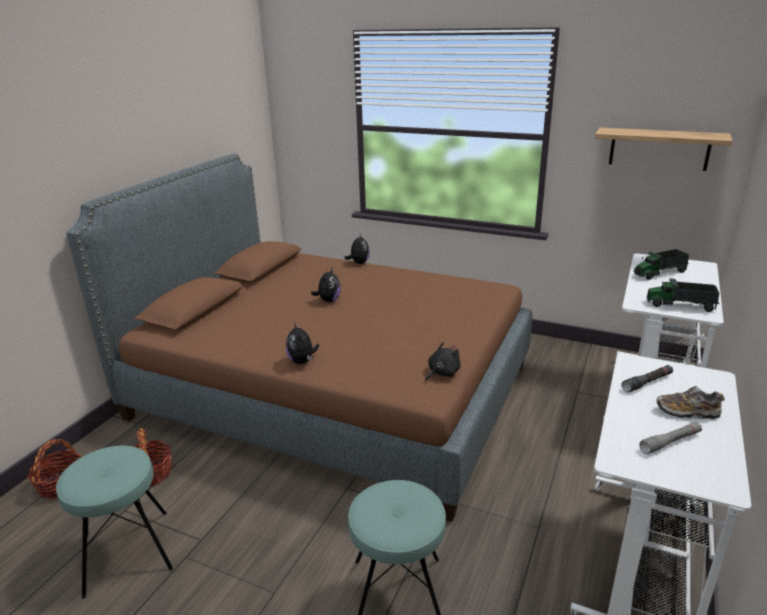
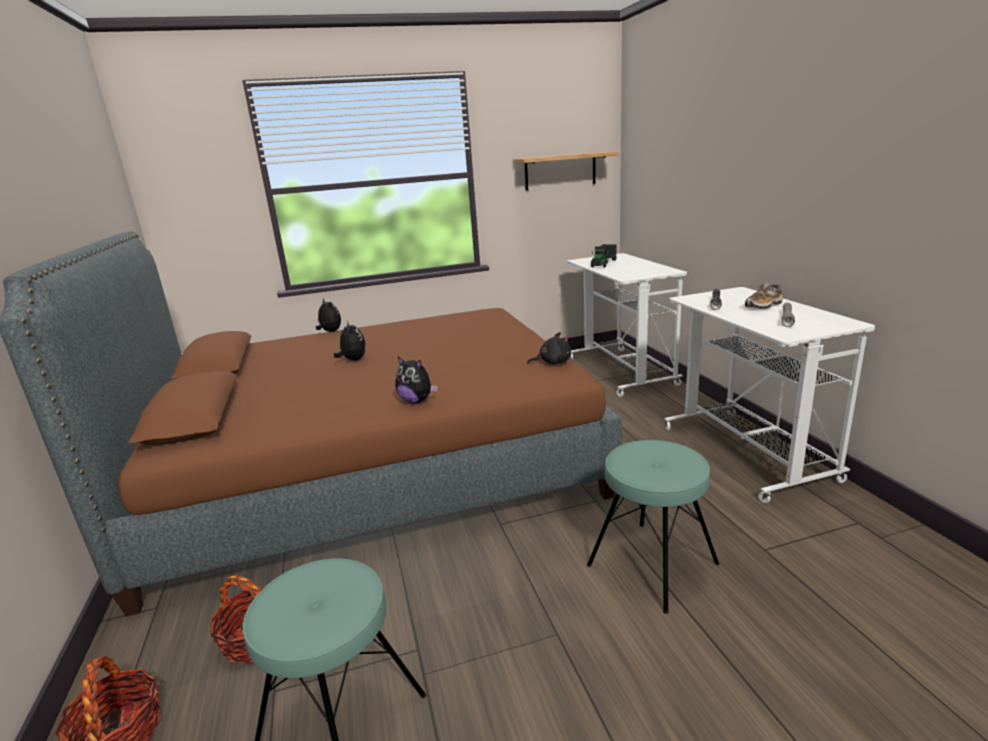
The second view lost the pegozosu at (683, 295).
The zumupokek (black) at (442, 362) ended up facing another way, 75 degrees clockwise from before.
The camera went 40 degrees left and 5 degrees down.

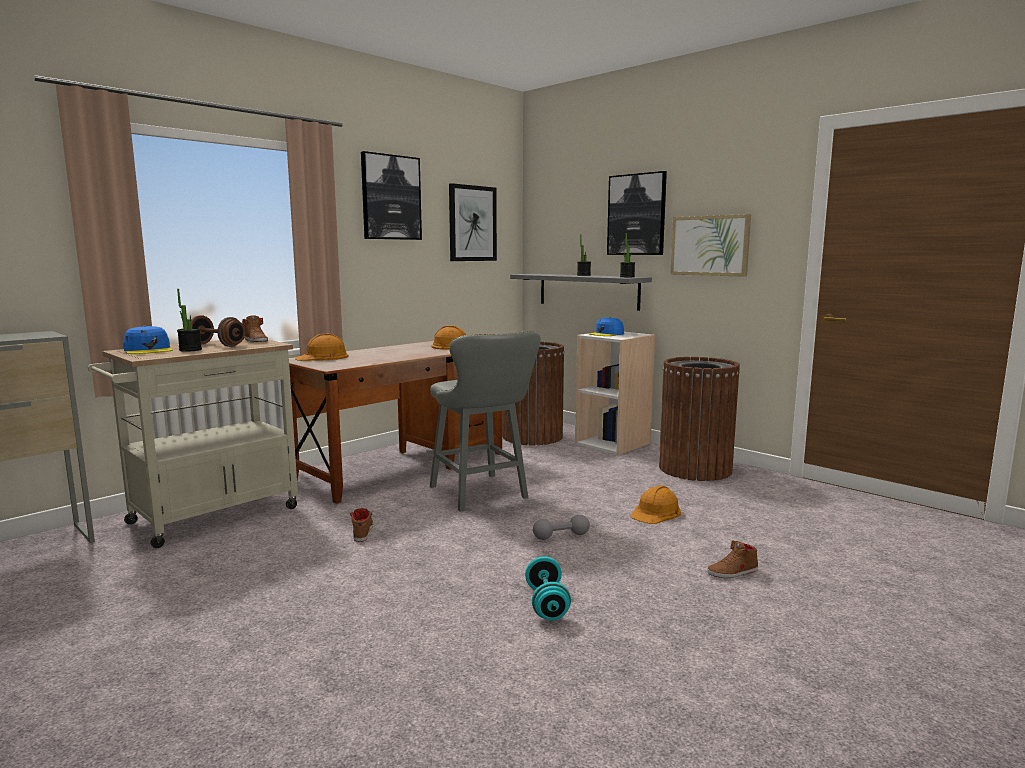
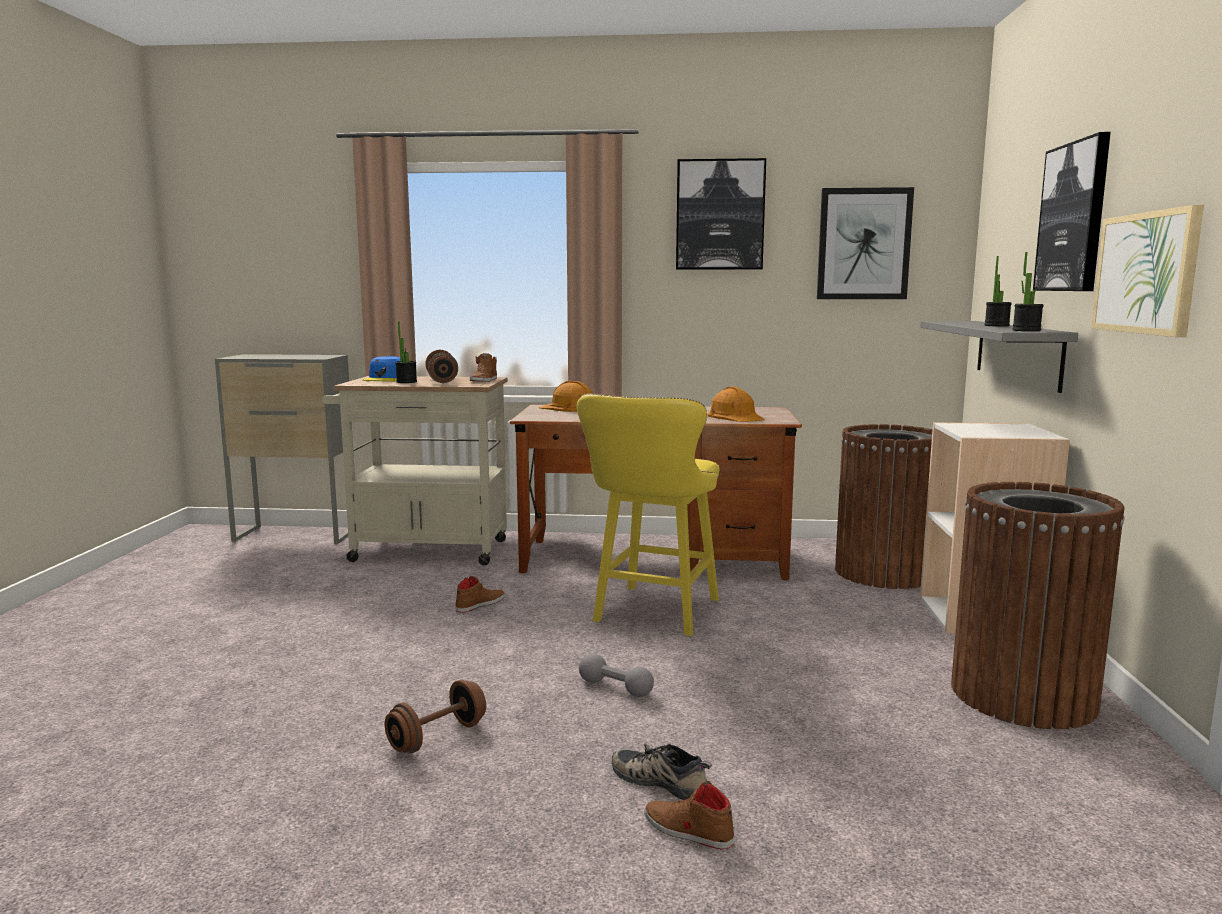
The second view lost the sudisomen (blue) at (606, 326).
The second view lost the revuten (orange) at (656, 504).
The second view gained the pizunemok at (662, 772).
What was the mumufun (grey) at (485, 421) turned into the mumufun (yellow) at (648, 515).
What was the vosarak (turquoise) at (548, 588) turned into the vosarak (brown) at (435, 716).
The camera went 50 degrees right and 0 degrees up.

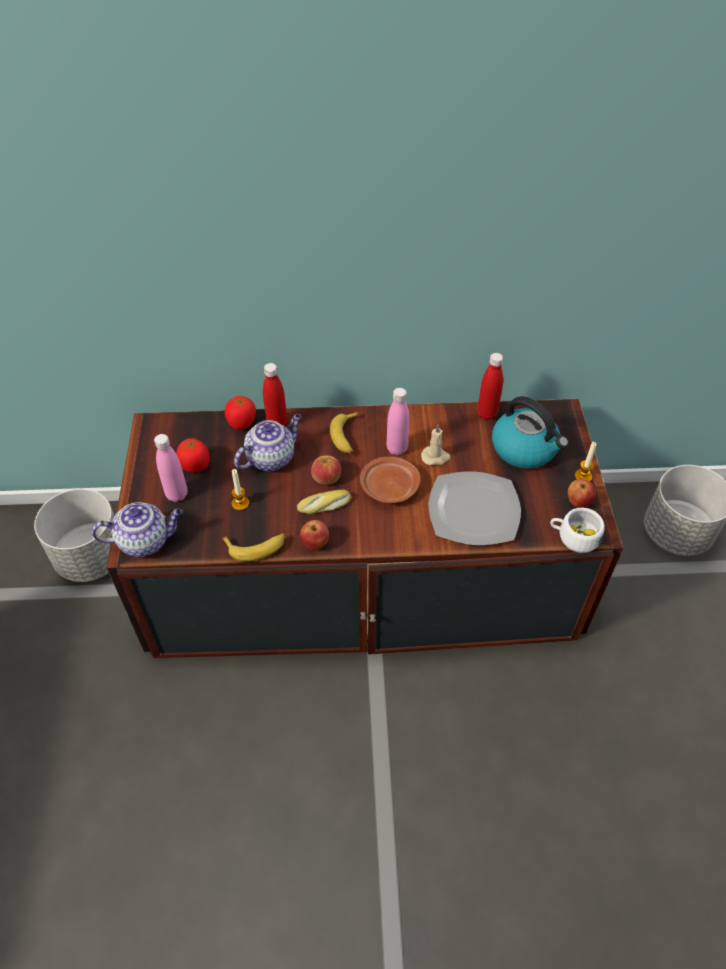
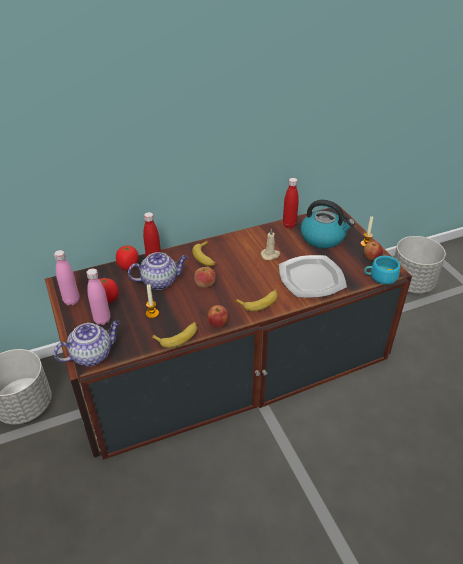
The second view lost the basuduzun at (324, 501).
The second view lost the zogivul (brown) at (390, 479).
The second view gained the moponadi at (256, 301).
The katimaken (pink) ended up elsewhere, having gone from (398, 421) to (67, 278).
What was the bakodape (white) at (577, 530) turned into the bakodape (turquoise) at (382, 270).
The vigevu at (268, 442) ended up facing another way, 45 degrees clockwise from before.
The camera went 20 degrees left and 10 degrees down.

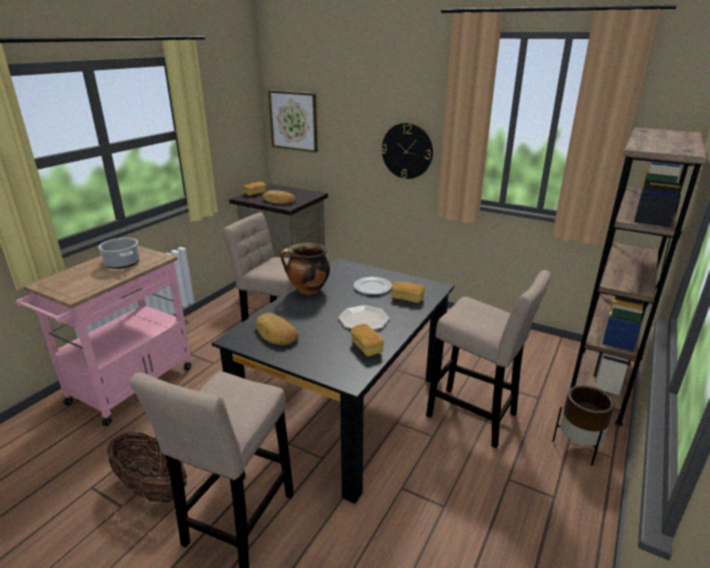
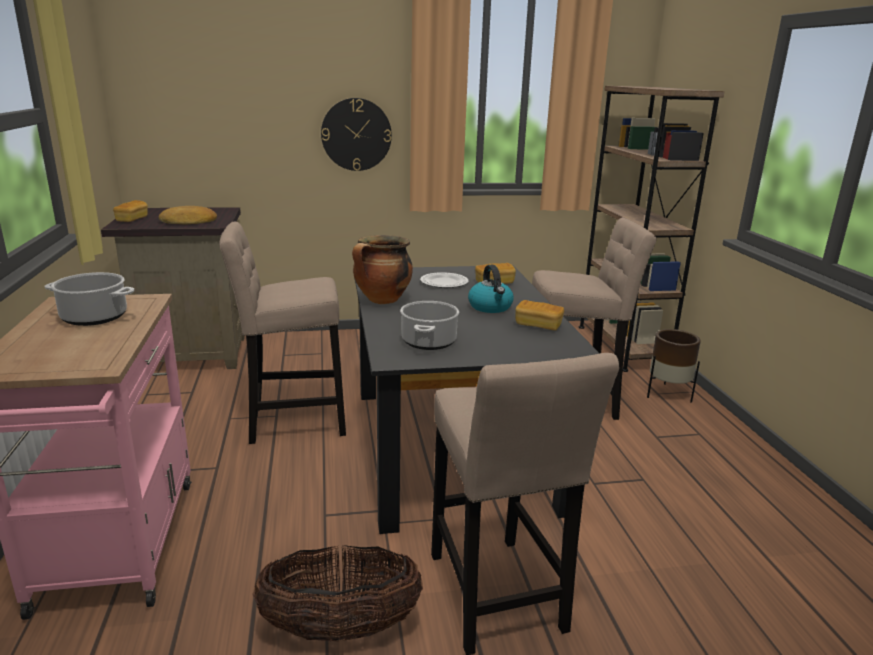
The second view lost the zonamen at (293, 121).
Where the basuduzun stood at (277, 329), the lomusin came to stand at (429, 325).
Where the zogivul stood at (364, 317), the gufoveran came to stand at (491, 289).
The camera went 40 degrees left and 5 degrees down.

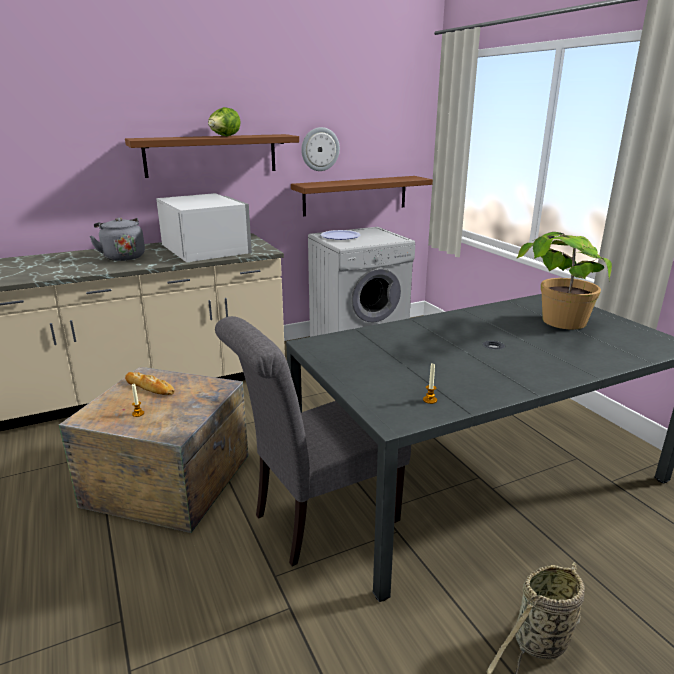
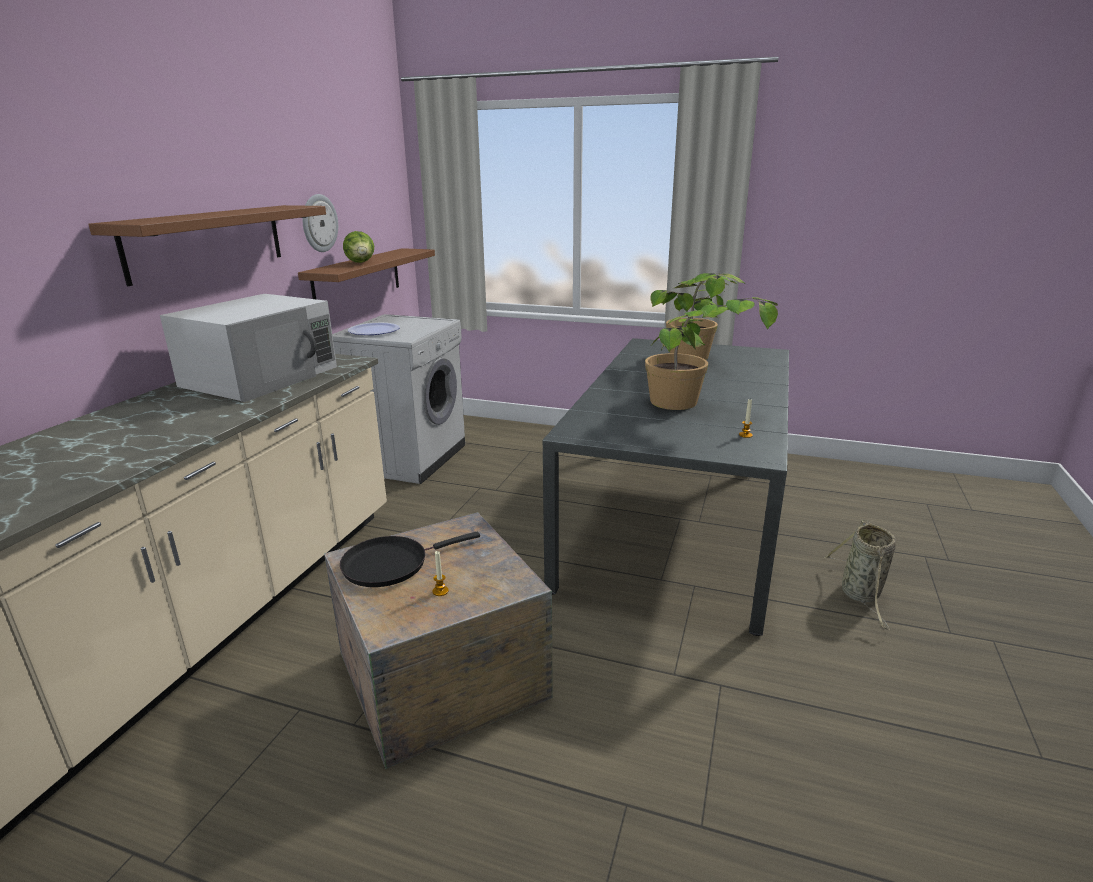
The second view lost the gufoveran (grey) at (117, 239).
The second view lost the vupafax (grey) at (313, 441).
The second view gained the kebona at (711, 353).
The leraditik ended up elsewhere, having gone from (224, 121) to (358, 247).
Where the basuduzun stood at (150, 383), the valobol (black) came to stand at (410, 559).
The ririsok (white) at (204, 227) ended up facing another way, 105 degrees clockwise from before.
The camera went 45 degrees left and 0 degrees up.

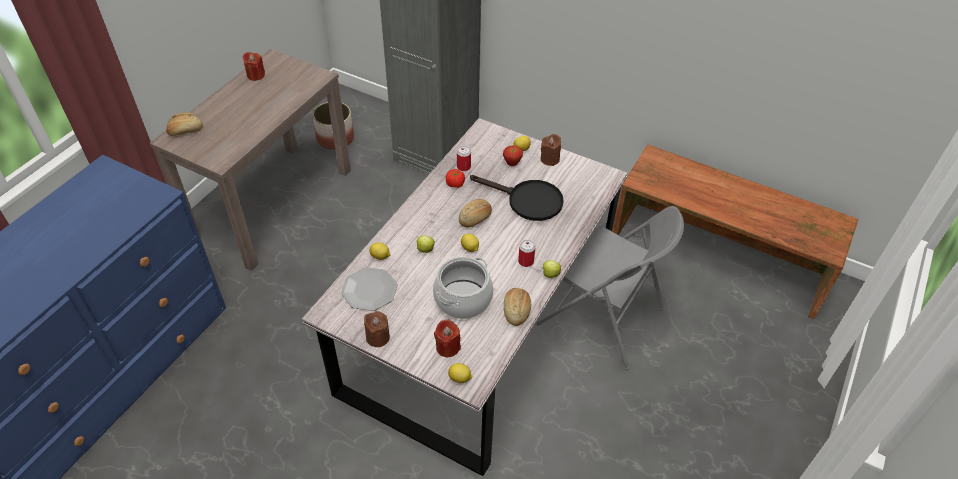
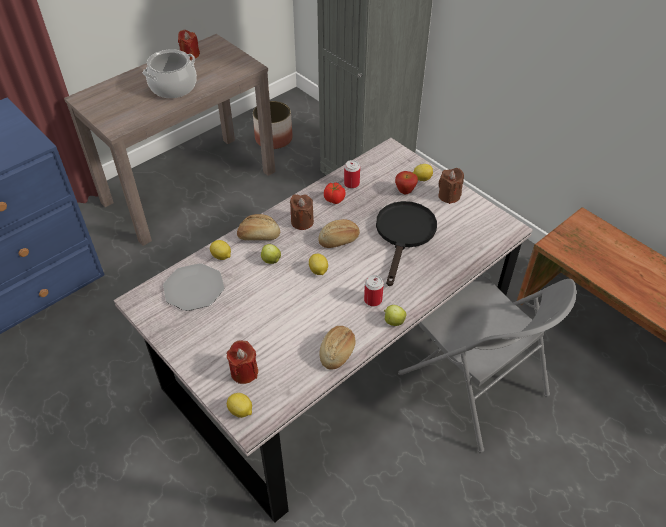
The basuduzun ended up elsewhere, having gone from (184, 124) to (258, 227).
The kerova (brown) ended up elsewhere, having gone from (377, 329) to (302, 212).
The lomusin ended up elsewhere, having gone from (463, 288) to (170, 73).
The valobol (black) at (517, 198) ended up facing another way, 120 degrees counterclockwise from before.
The camera went 20 degrees right and 0 degrees up.

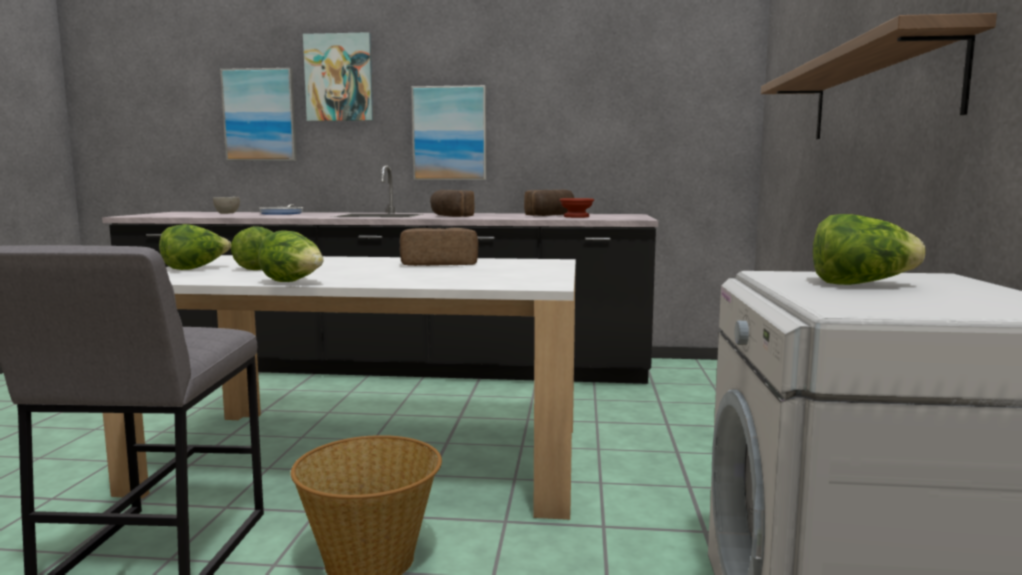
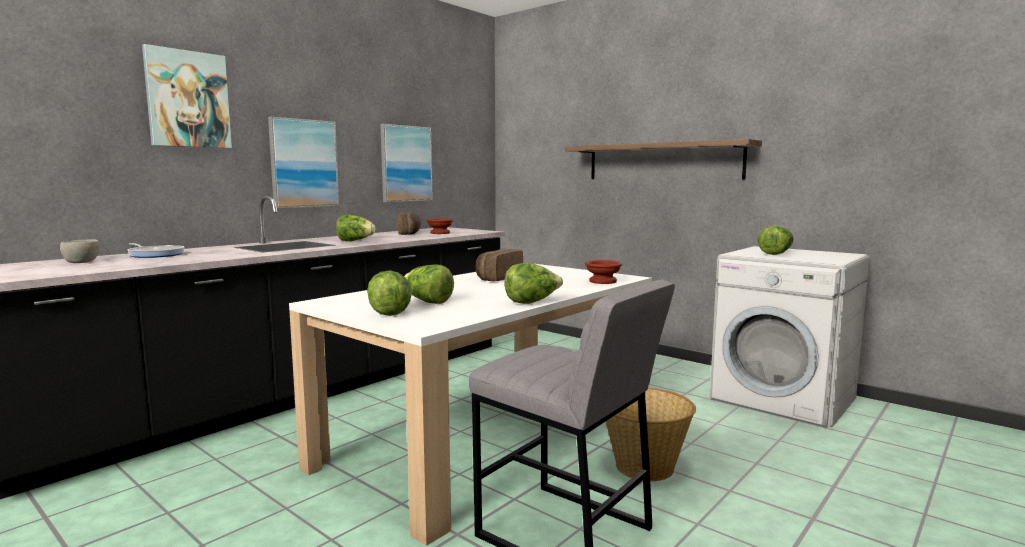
The second view gained the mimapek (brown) at (603, 272).
The zonamen ended up elsewhere, having gone from (258, 114) to (406, 163).
Where the basuduzun stood at (452, 203), the leraditik came to stand at (355, 227).
The camera went 55 degrees left and 0 degrees up.

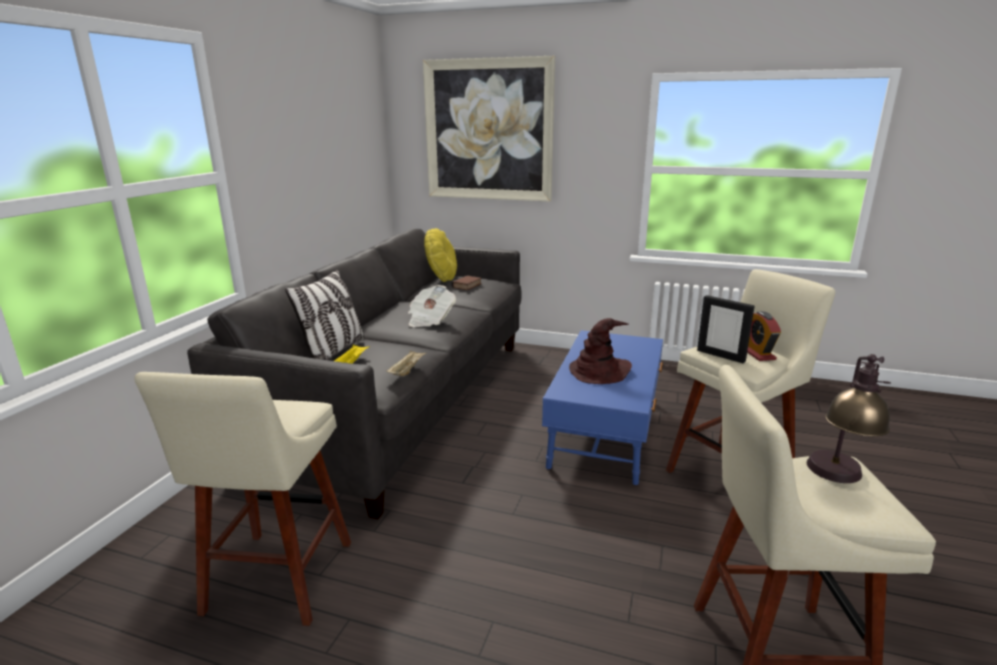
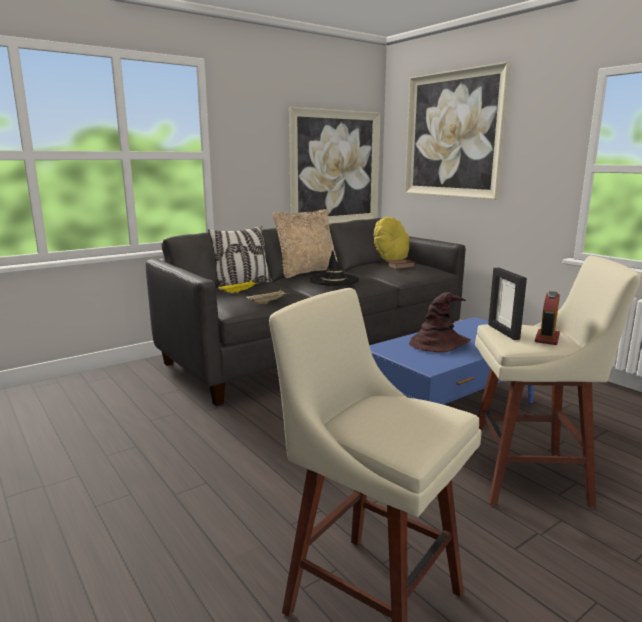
The second view lost the mumufun (beige) at (242, 499).
The second view lost the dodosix at (849, 418).
The second view gained the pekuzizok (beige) at (304, 243).
The second view gained the zonamen at (335, 165).
Where the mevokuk stood at (432, 306), the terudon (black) came to stand at (334, 268).
The camera went 35 degrees right and 5 degrees down.

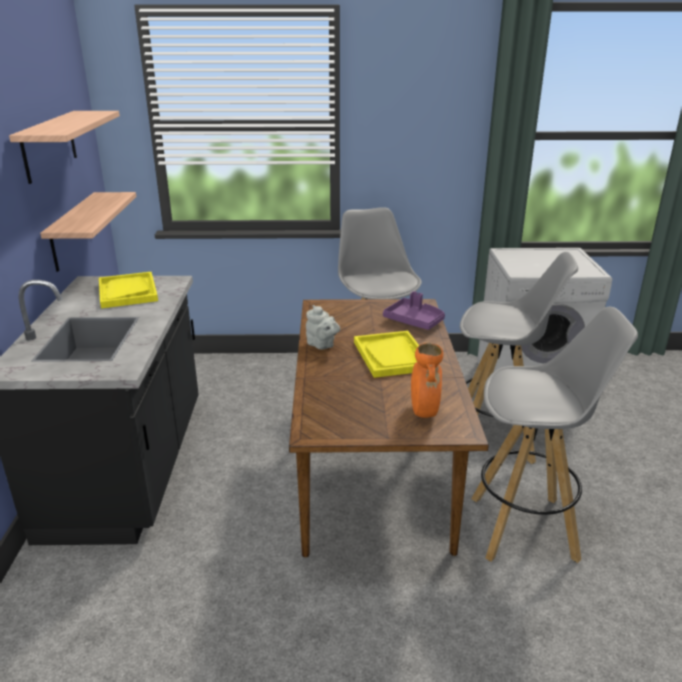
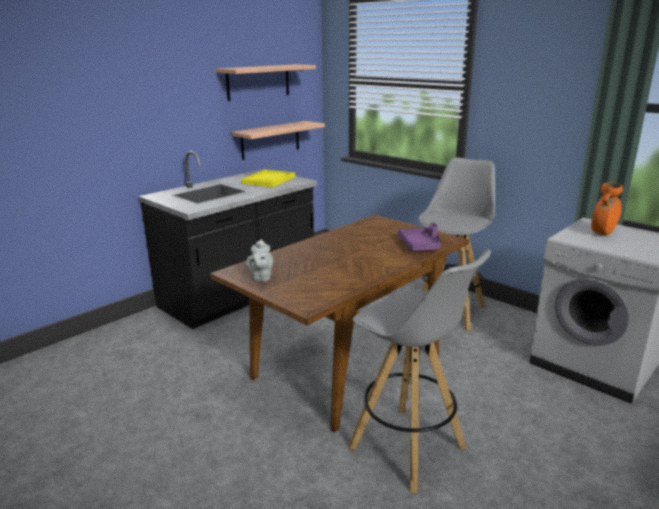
The second view lost the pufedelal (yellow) at (386, 354).
The second view lost the mumufun (grey) at (519, 358).
The vigevu (grey) ended up elsewhere, having gone from (323, 327) to (259, 260).
The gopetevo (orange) ended up elsewhere, having gone from (427, 380) to (607, 208).
The camera went 45 degrees right and 5 degrees down.

